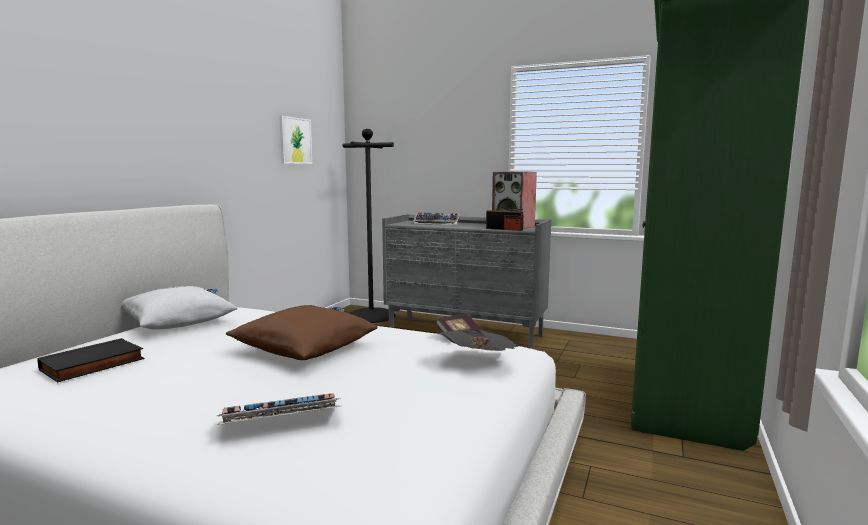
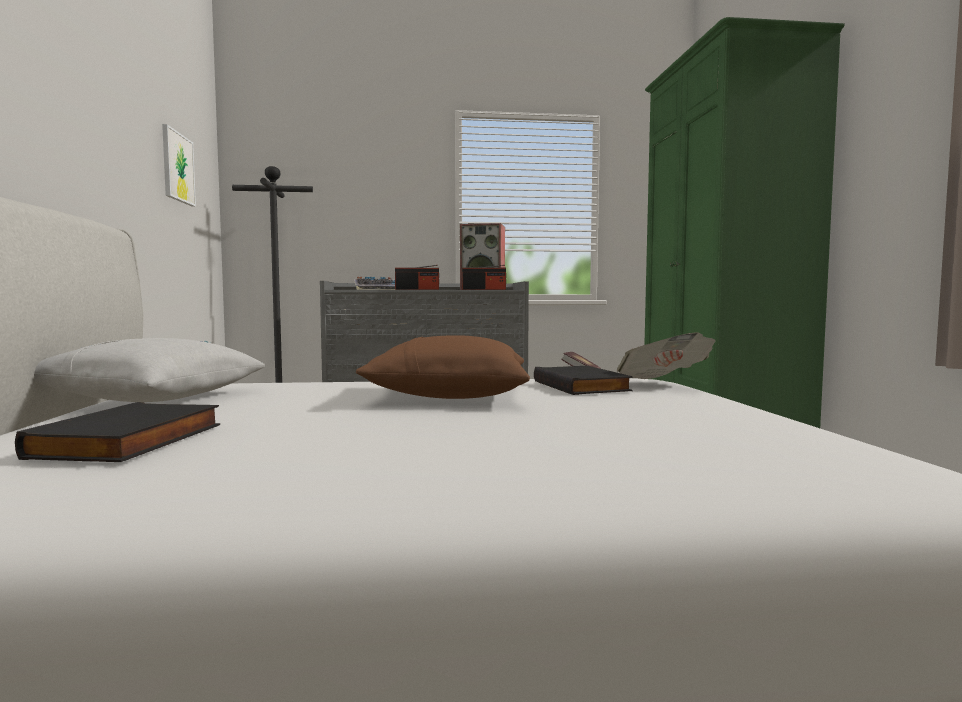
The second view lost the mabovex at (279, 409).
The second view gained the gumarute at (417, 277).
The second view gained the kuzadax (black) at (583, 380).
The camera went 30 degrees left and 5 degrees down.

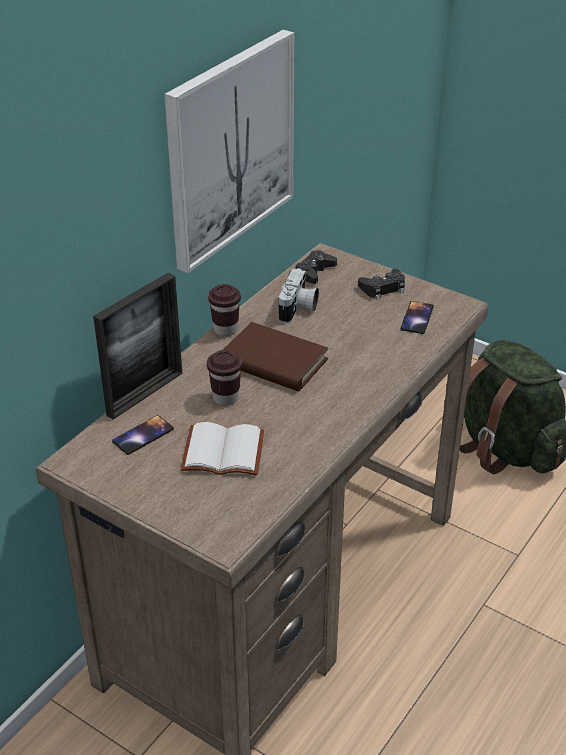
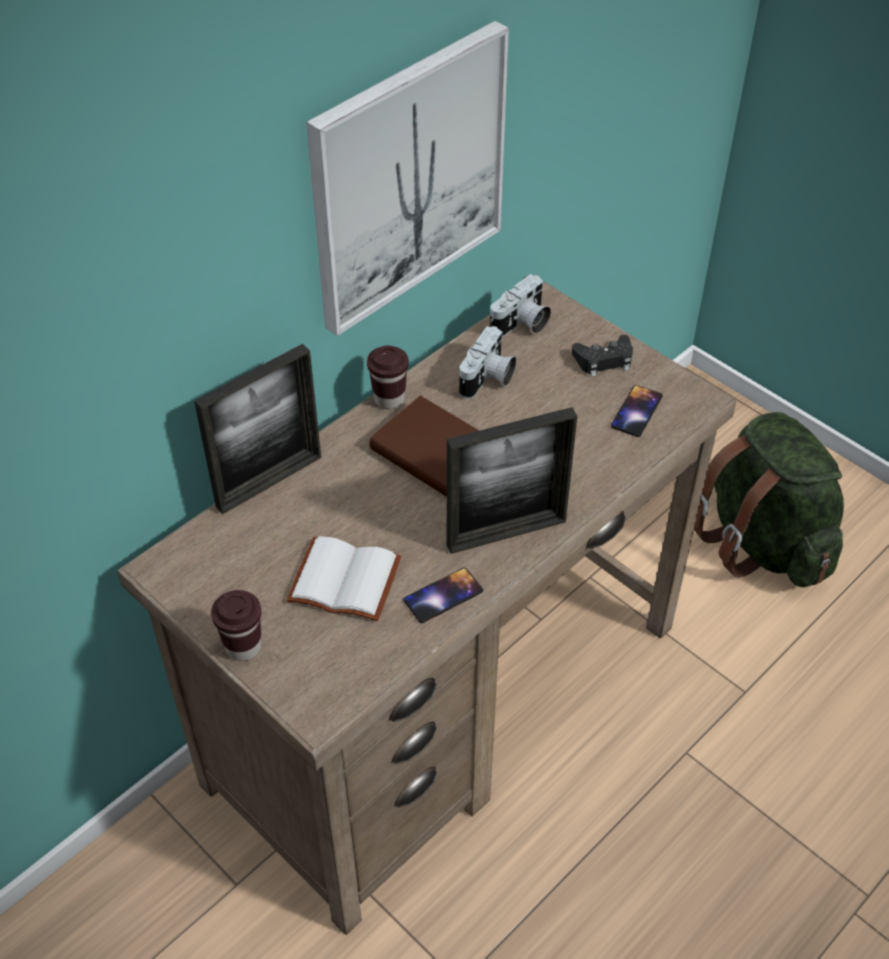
The second view gained the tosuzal at (512, 480).
The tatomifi ended up elsewhere, having gone from (143, 435) to (443, 595).
The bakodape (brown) ended up elsewhere, having gone from (224, 378) to (236, 625).
Where the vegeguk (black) stood at (316, 267), the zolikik came to stand at (520, 306).
The camera went 10 degrees right and 10 degrees up.

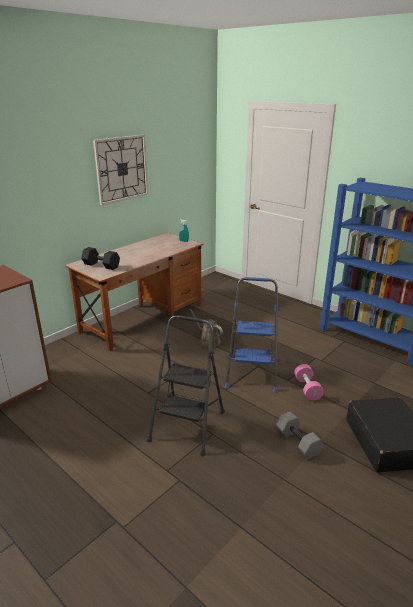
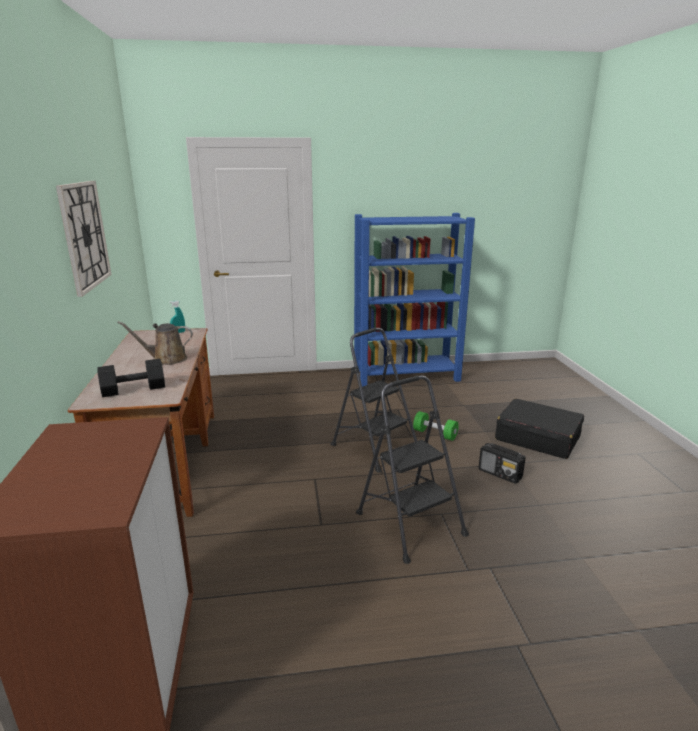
The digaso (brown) ended up elsewhere, having gone from (206, 328) to (155, 343).
Where the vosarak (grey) stood at (299, 435), the gumarute came to stand at (502, 463).
What was the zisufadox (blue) at (251, 334) turned into the zisufadox (black) at (373, 400).
What was the vosarak (pink) at (309, 382) turned into the vosarak (green) at (436, 426).
The camera went 50 degrees left and 5 degrees down.

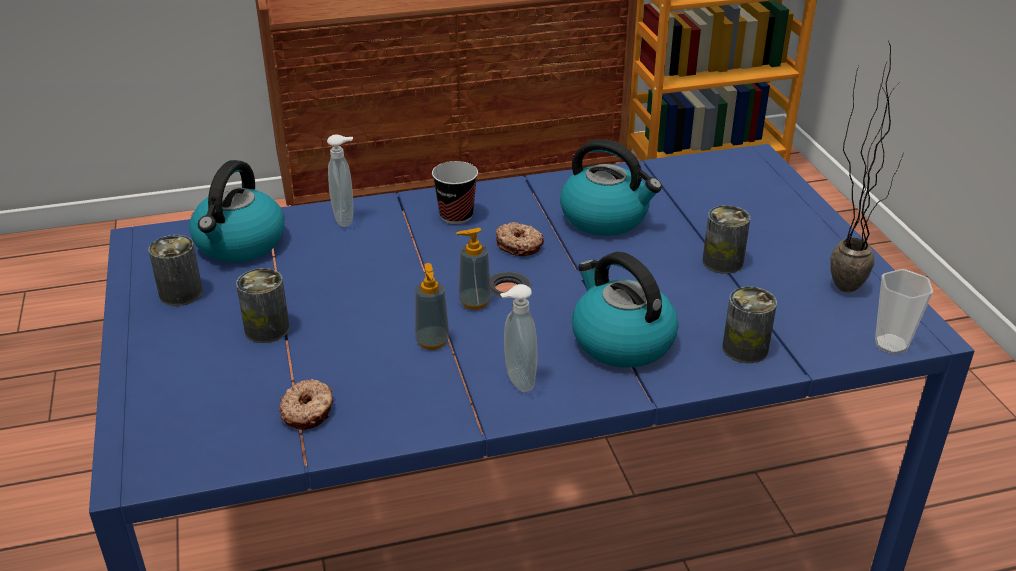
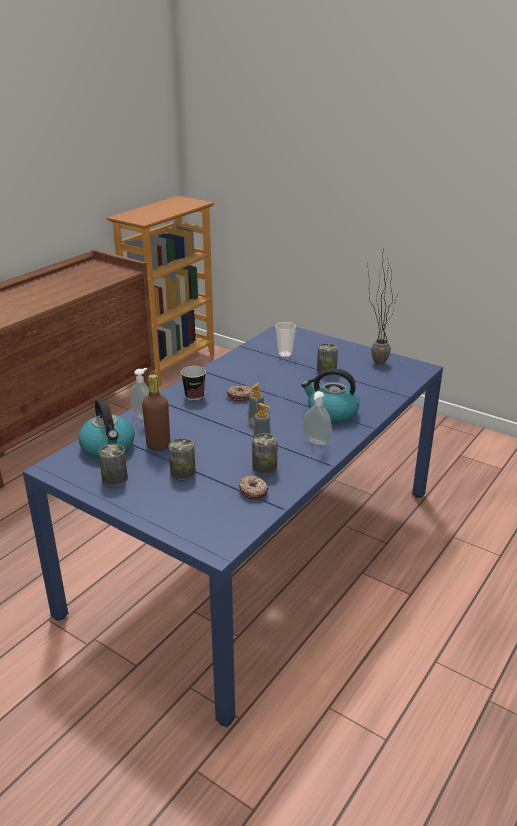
The second view lost the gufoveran at (611, 187).
The second view gained the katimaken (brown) at (156, 412).
The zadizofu ended up elsewhere, having gone from (749, 325) to (265, 454).
The bakodape ended up elsewhere, having gone from (904, 311) to (285, 339).
The camera went 40 degrees left and 5 degrees down.

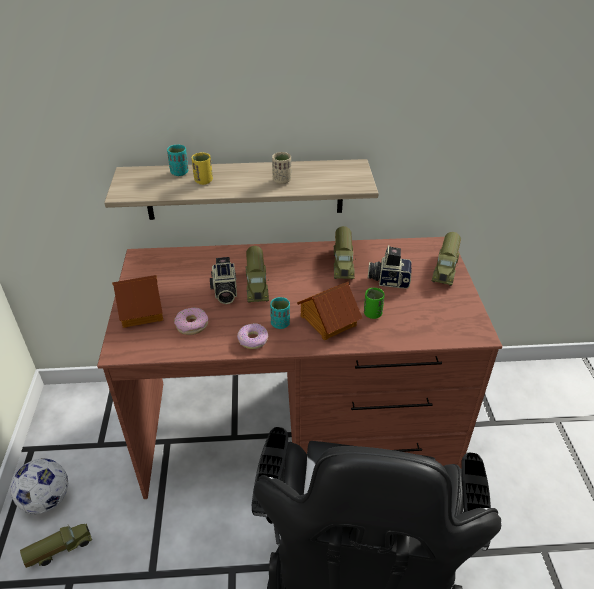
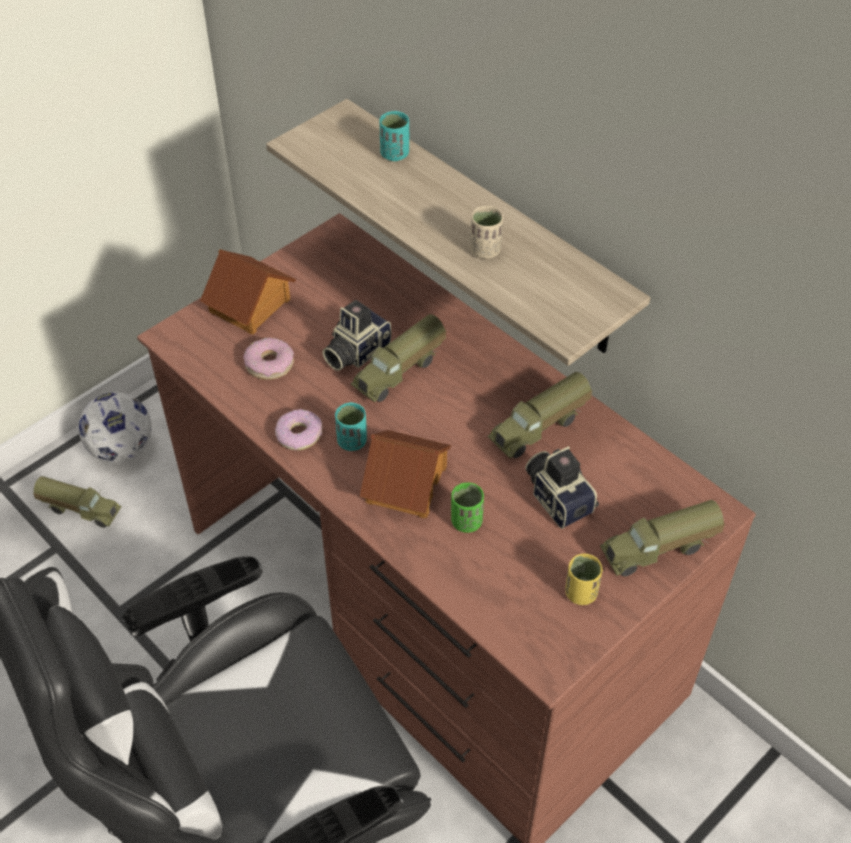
The bakodape (yellow) ended up elsewhere, having gone from (202, 169) to (584, 579).
The camera went 50 degrees right and 10 degrees up.

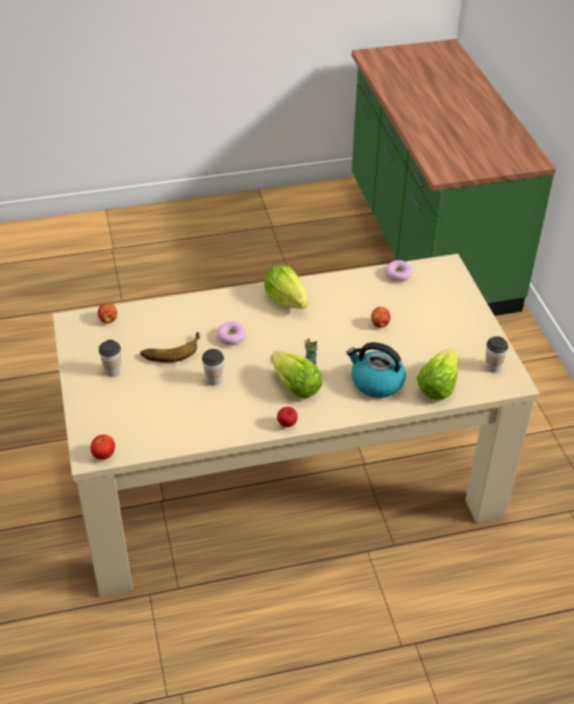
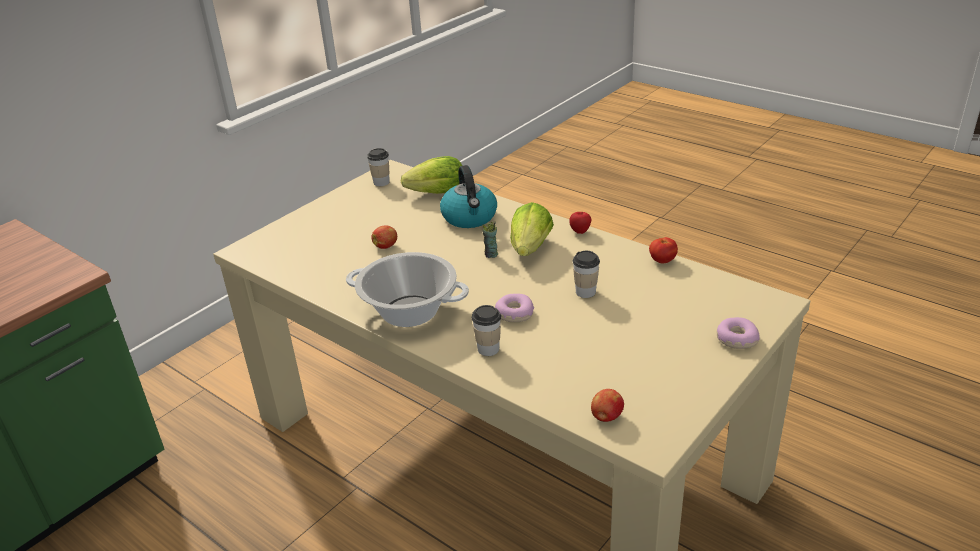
The second view lost the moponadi at (170, 347).
The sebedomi ended up elsewhere, having gone from (102, 447) to (663, 250).
The bakodape ended up elsewhere, having gone from (110, 358) to (486, 330).
The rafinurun ended up elsewhere, having gone from (399, 271) to (738, 333).
Where the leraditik stood at (286, 287), the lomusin came to stand at (407, 289).
The camera went 125 degrees left and 10 degrees down.

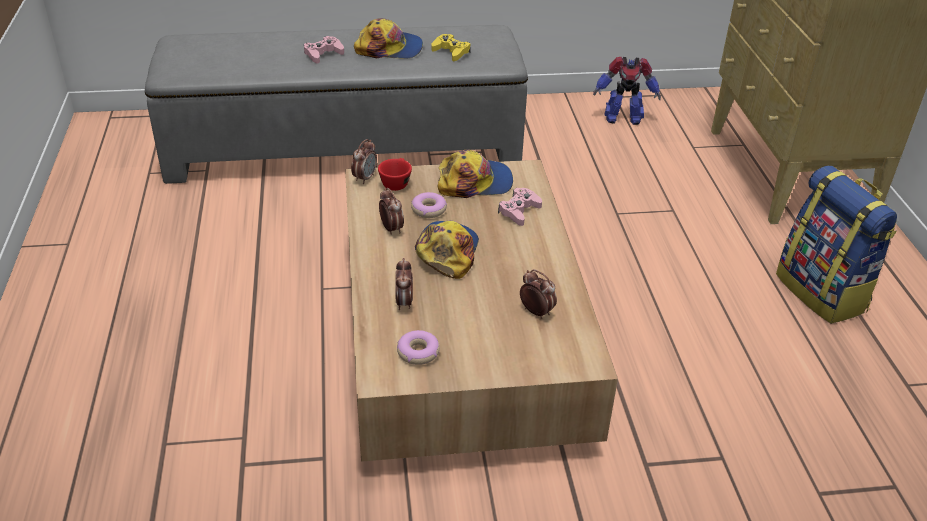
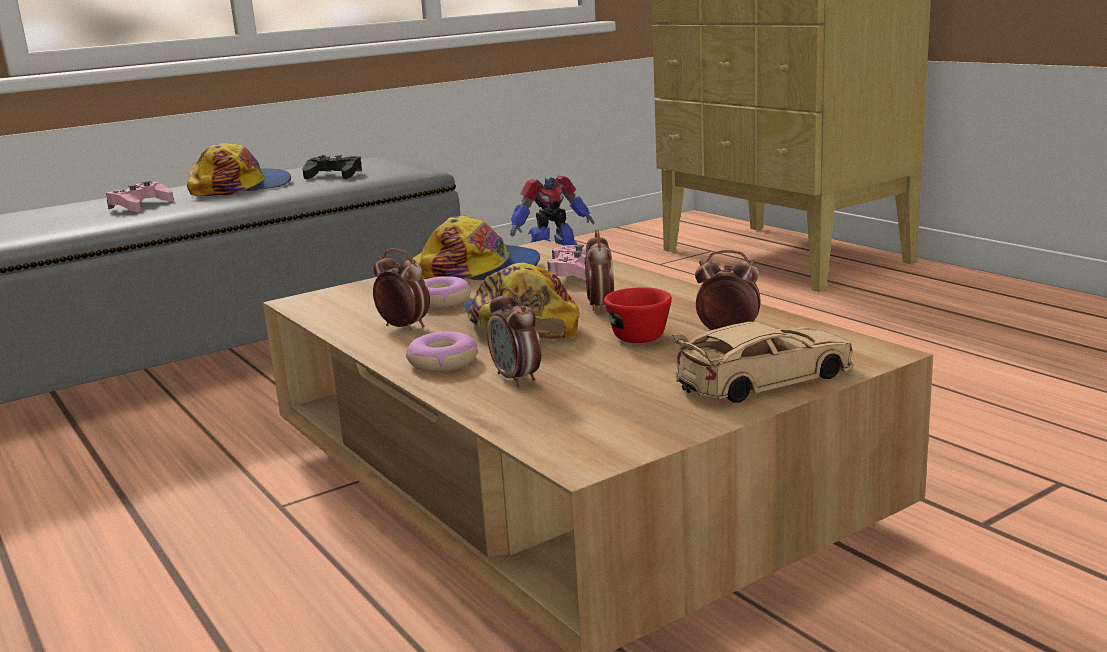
The second view lost the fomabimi at (836, 245).
The second view gained the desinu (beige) at (763, 362).
The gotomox ended up elsewhere, having gone from (364, 161) to (599, 270).
The bakodape (red) ended up elsewhere, having gone from (395, 174) to (638, 315).
The rafinurun ended up elsewhere, having gone from (418, 347) to (442, 351).
What was the vegeguk (yellow) at (451, 47) turned into the vegeguk (black) at (332, 167).
The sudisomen at (475, 174) ended up facing another way, 45 degrees clockwise from before.
The camera went 25 degrees left and 20 degrees down.

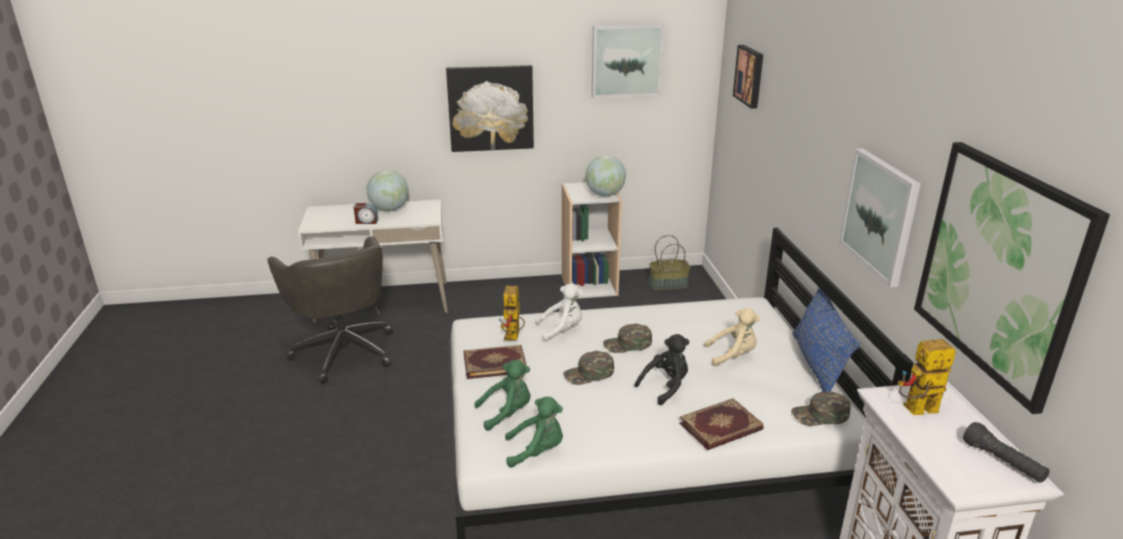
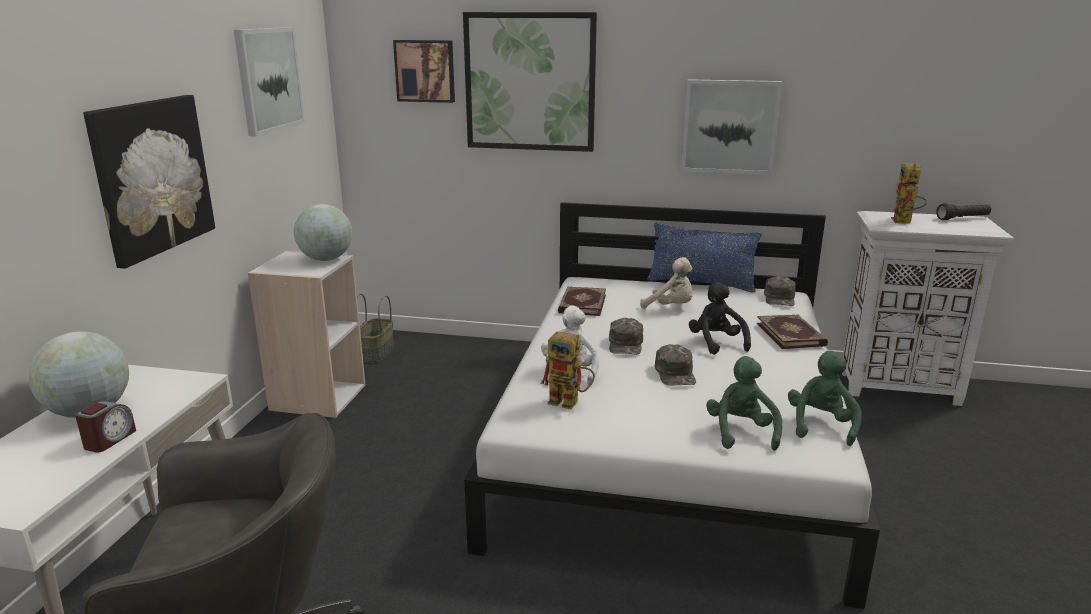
The kuzadax ended up elsewhere, having gone from (495, 362) to (582, 301).
The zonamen ended up elsewhere, having gone from (1012, 278) to (530, 82).
The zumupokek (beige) at (732, 337) ended up facing another way, 105 degrees clockwise from before.
The camera went 70 degrees left and 5 degrees down.

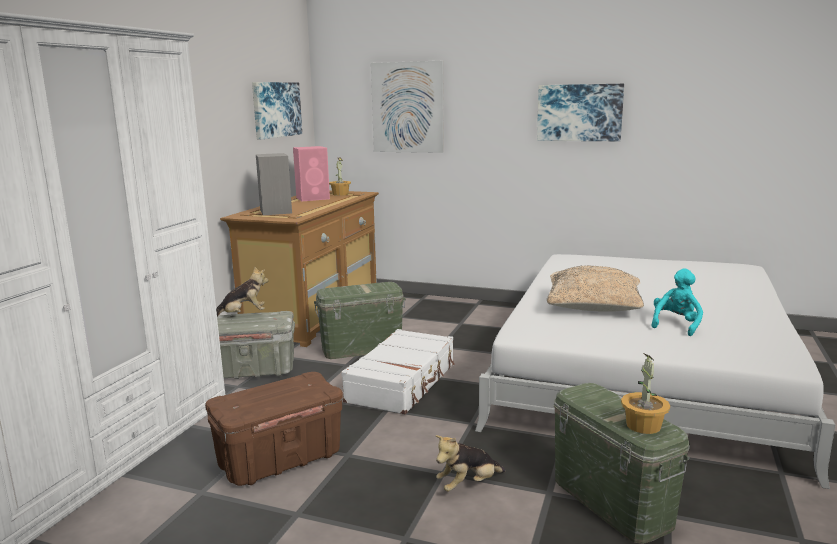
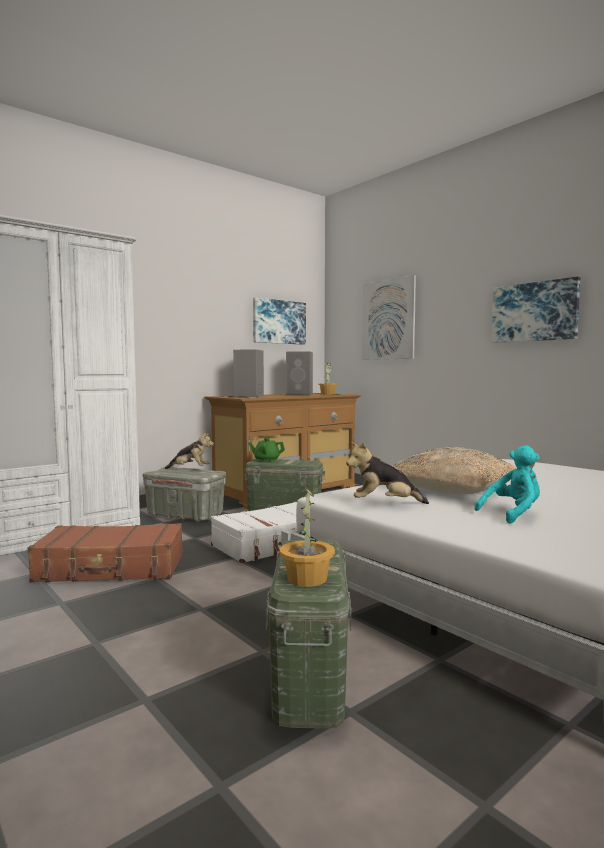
The second view gained the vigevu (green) at (266, 450).
The zumupokek ended up elsewhere, having gone from (470, 463) to (387, 473).
Where the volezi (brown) stood at (274, 429), the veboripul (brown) came to stand at (105, 552).
What was the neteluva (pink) at (311, 173) turned into the neteluva (grey) at (299, 373).
The camera went 30 degrees right and 10 degrees down.

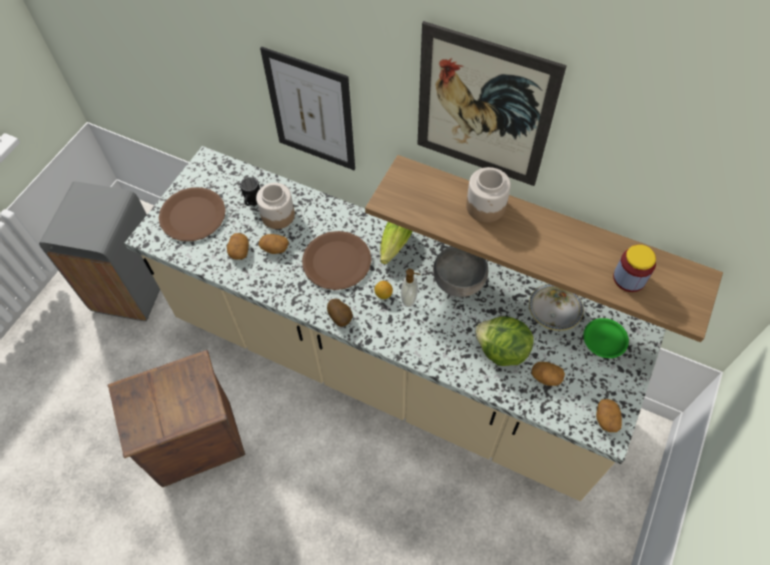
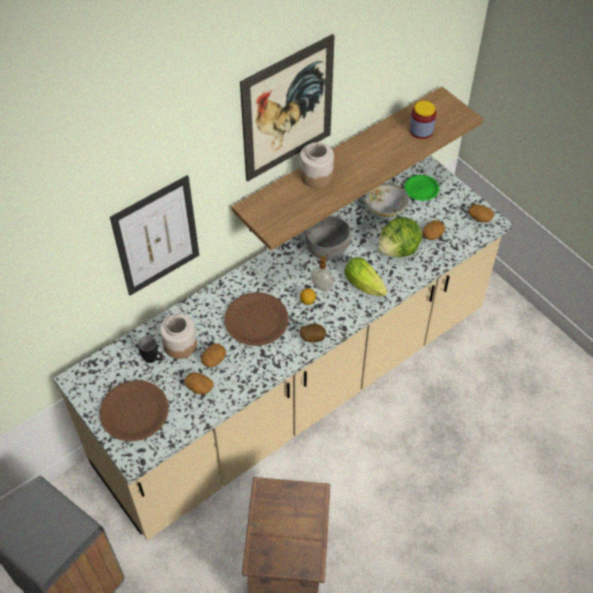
The leraditik ended up elsewhere, having gone from (396, 243) to (365, 277).
The camera went 65 degrees left and 5 degrees down.

